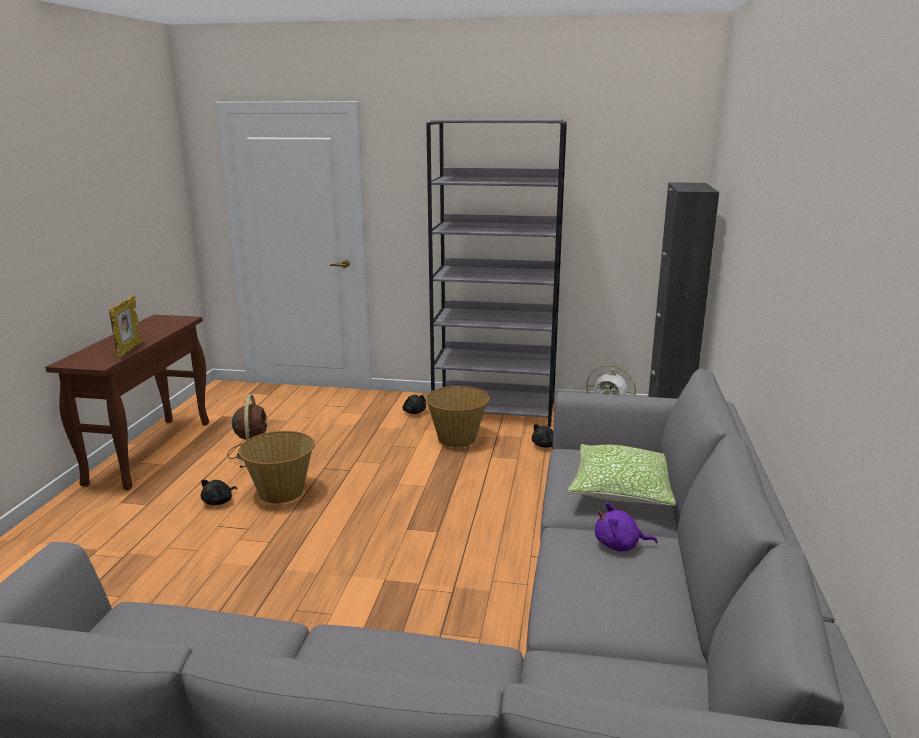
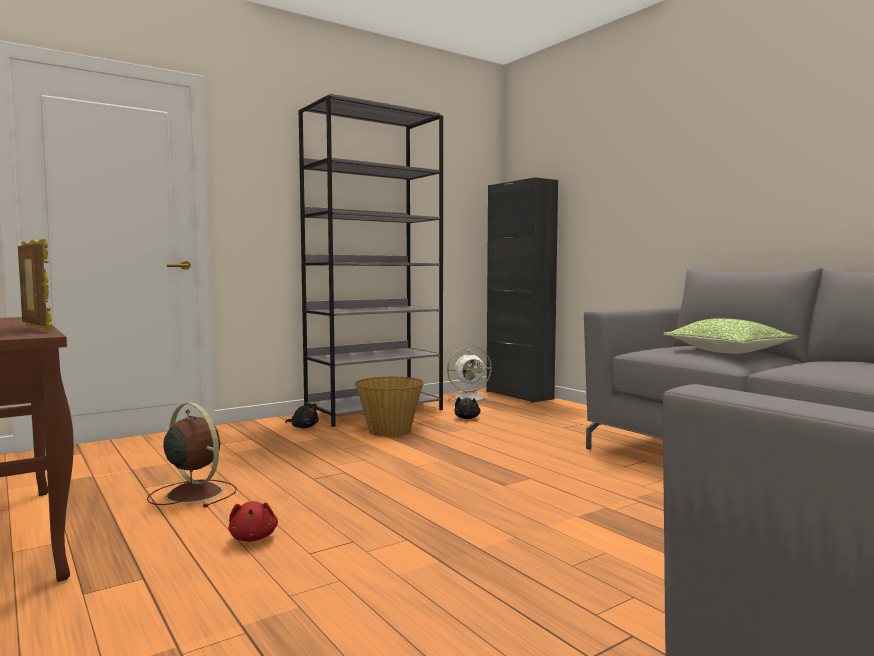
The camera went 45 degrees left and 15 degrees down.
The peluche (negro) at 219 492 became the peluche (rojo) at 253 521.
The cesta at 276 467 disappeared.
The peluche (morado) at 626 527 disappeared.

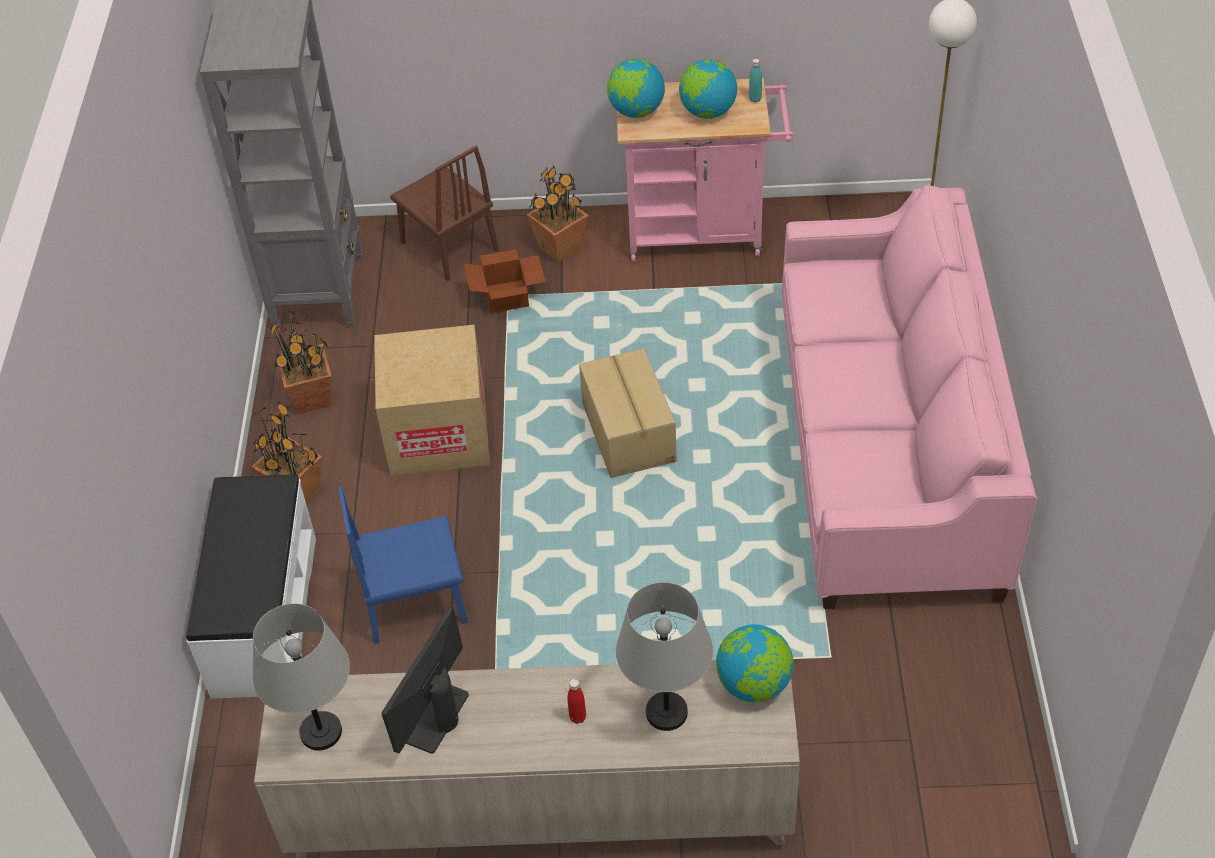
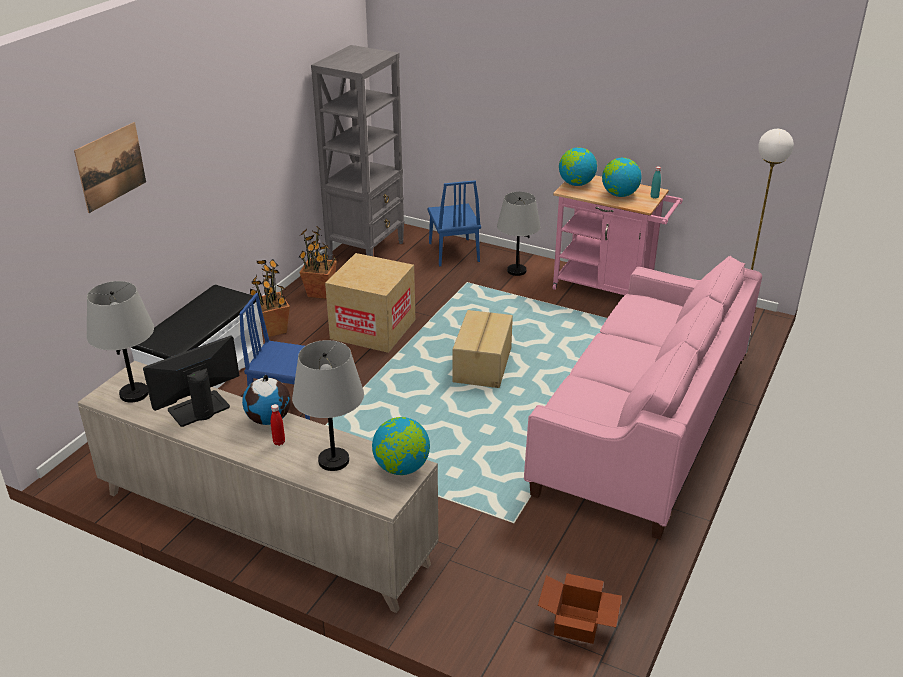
The camera went 25 degrees right and 15 degrees down.
The silla (marrón) at 444 213 became the silla (azul) at 454 223.
The caja de cartón moved from 504 281 to 580 608.
The planta en maceta at 557 214 was replaced by the lámpara de mesa (gris) at 519 234.
The cuadro at 110 167 appeared.
The globo terráqueo at 266 400 appeared.

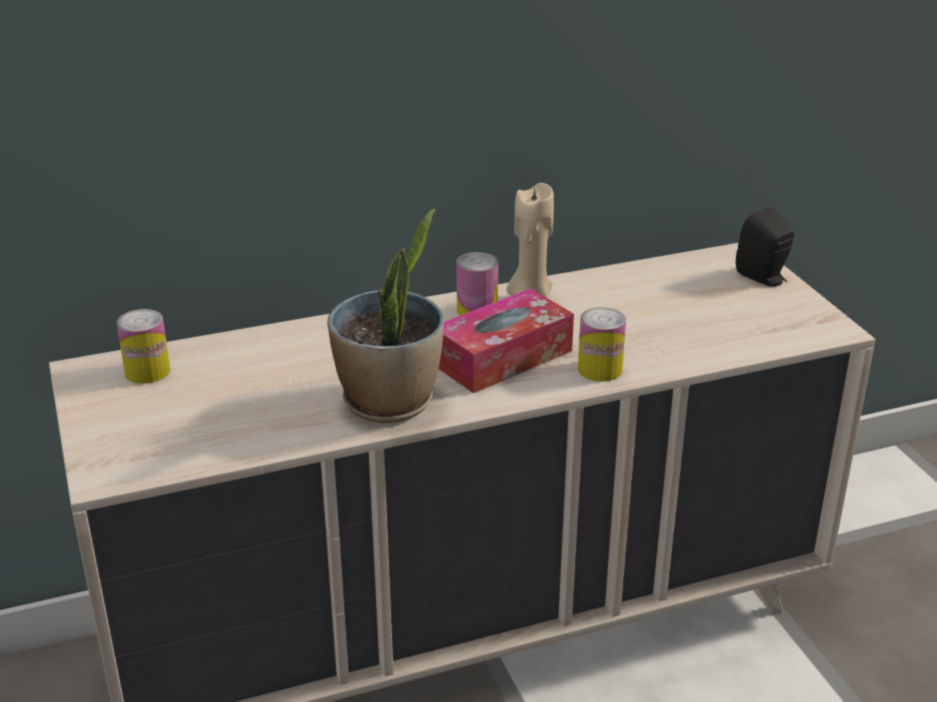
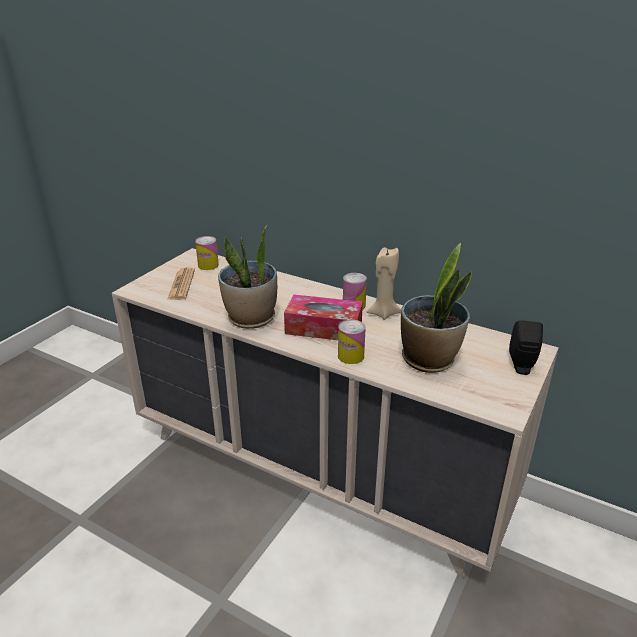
The camera went 50 degrees right and 0 degrees up.
The periódico at 181 283 appeared.
The planta en maceta at 436 308 appeared.

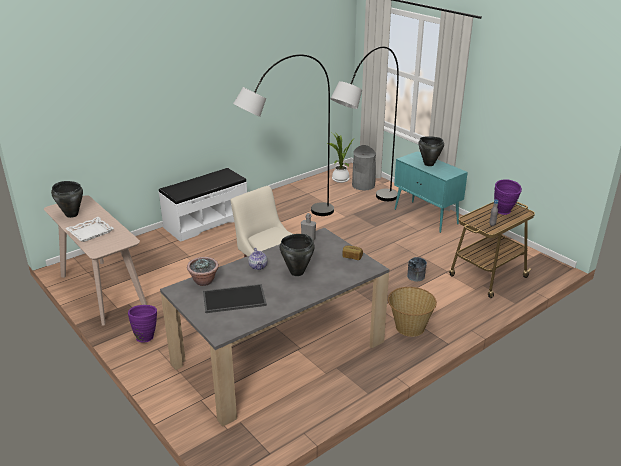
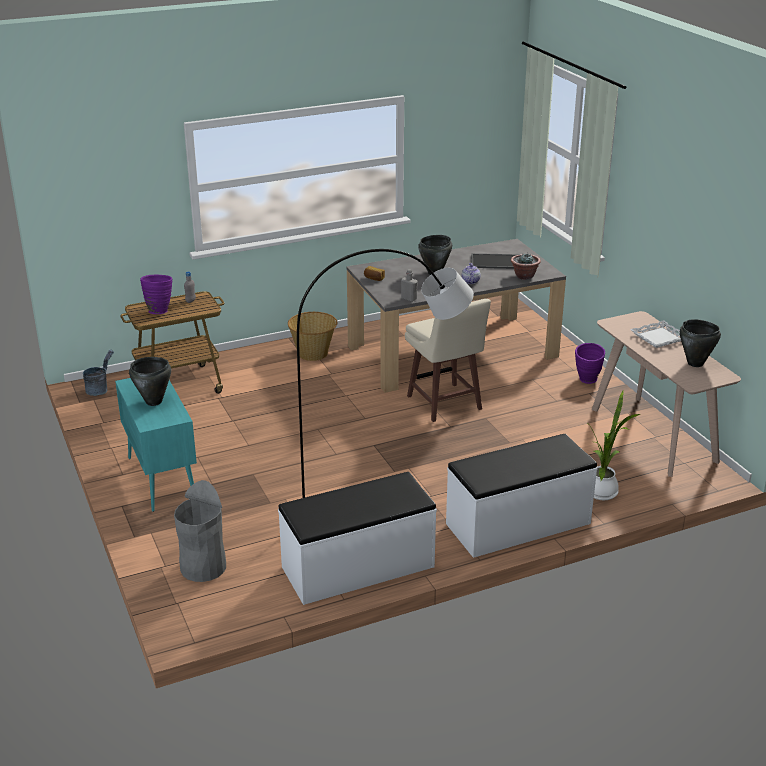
The camera went 165 degrees left and 0 degrees up.
The planta en maceta moved from 341 158 to 613 445.
The lámpara de pie (gris) at 364 123 disappeared.
The cubo (gris) moved from 417 269 to 98 372.
The banco (blanco) at 357 538 appeared.

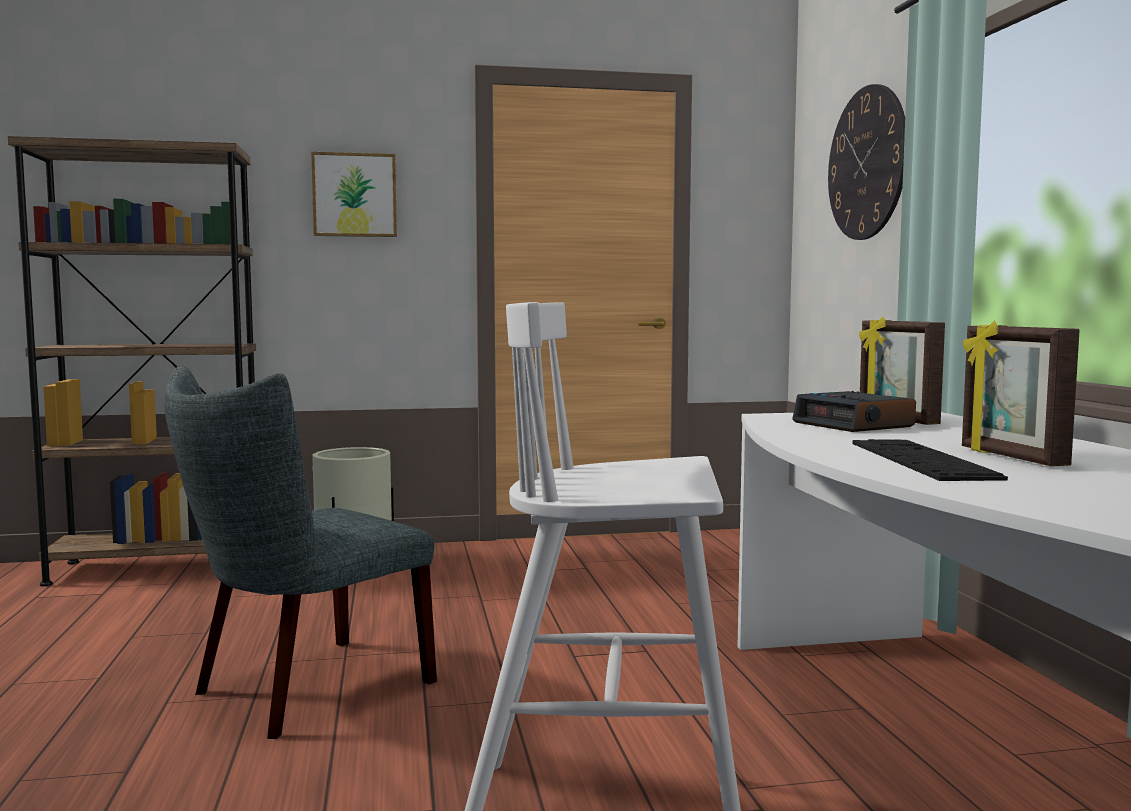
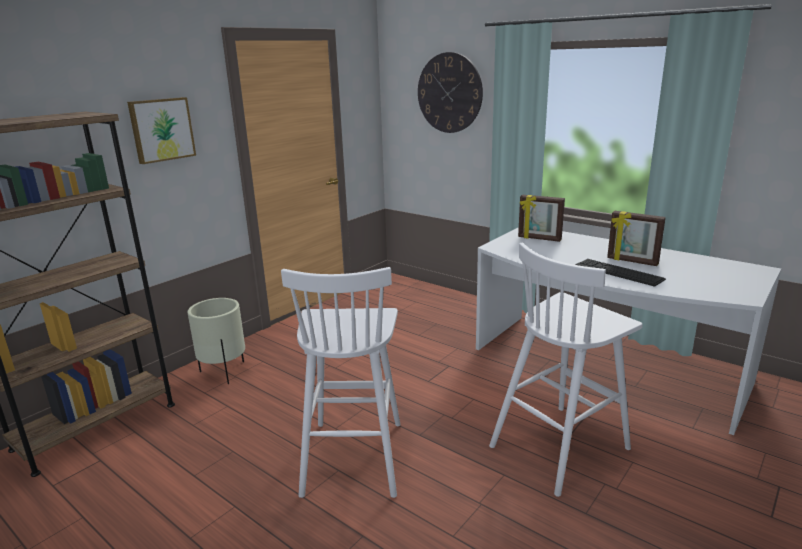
The camera went 40 degrees left and 15 degrees up.
The silla (gris) at 300 552 was replaced by the taburete (blanco) at 340 382.
The despertador at 854 411 disappeared.

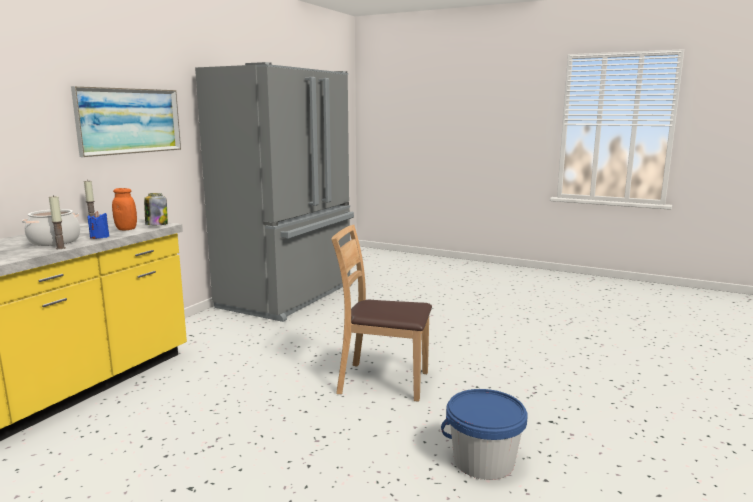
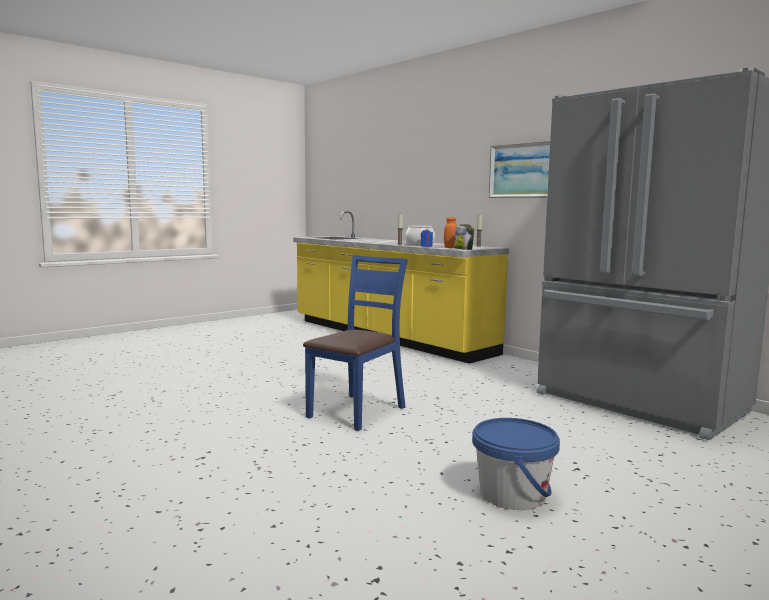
The camera went 110 degrees right and 5 degrees down.
The silla (marrón) at 381 313 became the silla (azul) at 355 343.
The cubo (azul) moved from 484 434 to 516 464.

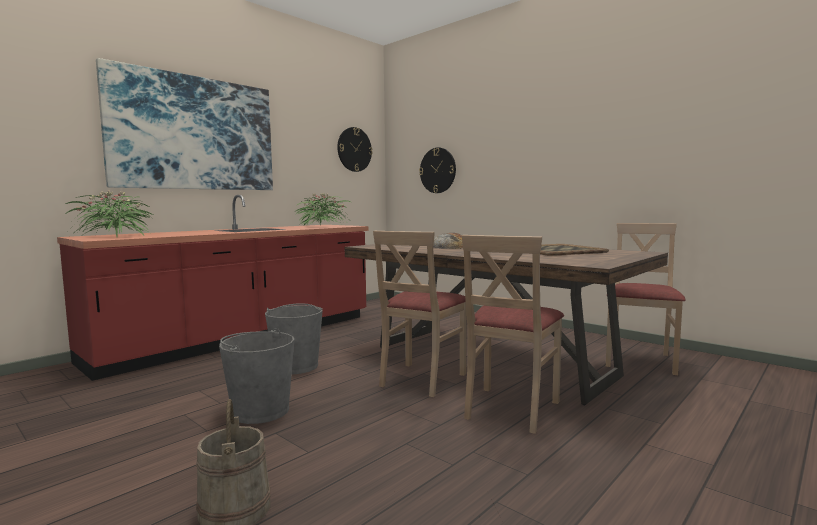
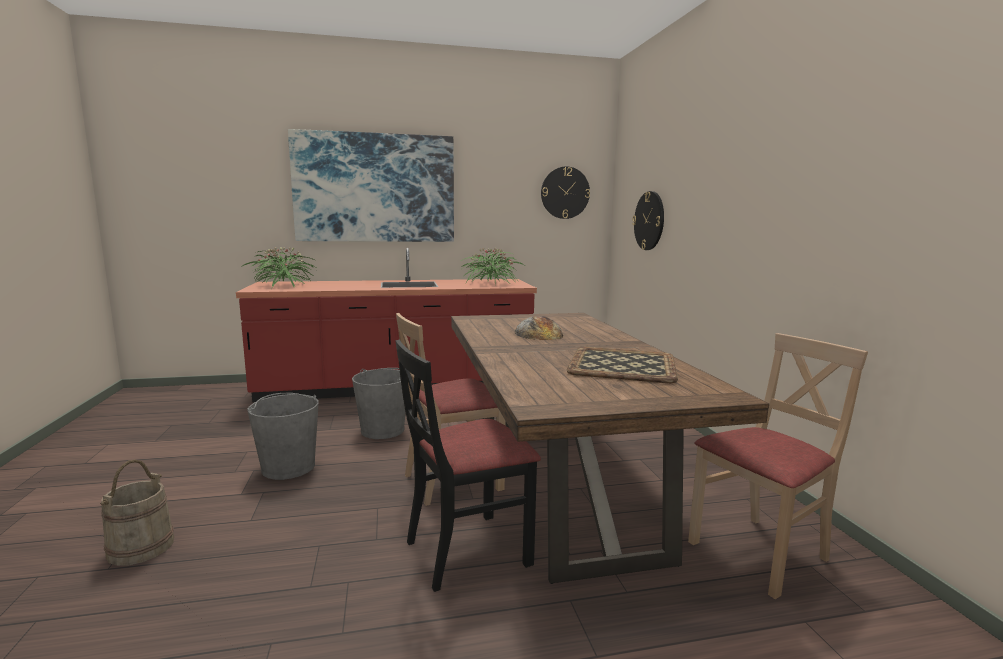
The camera went 35 degrees right and 5 degrees up.
The silla (beis) at 513 334 became the silla (negro) at 468 466.

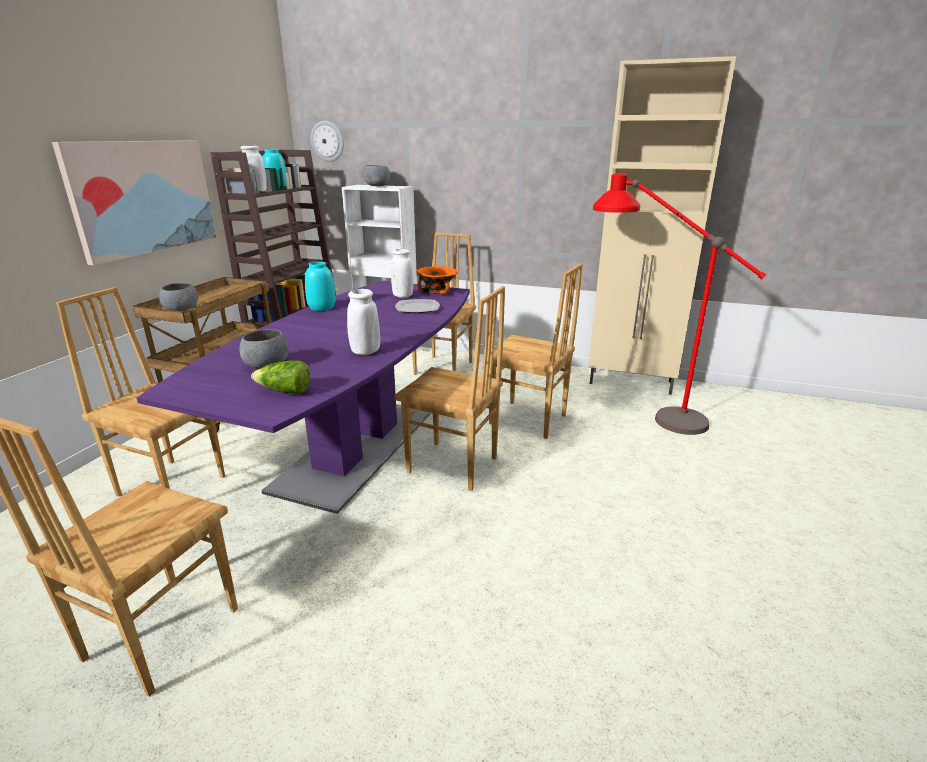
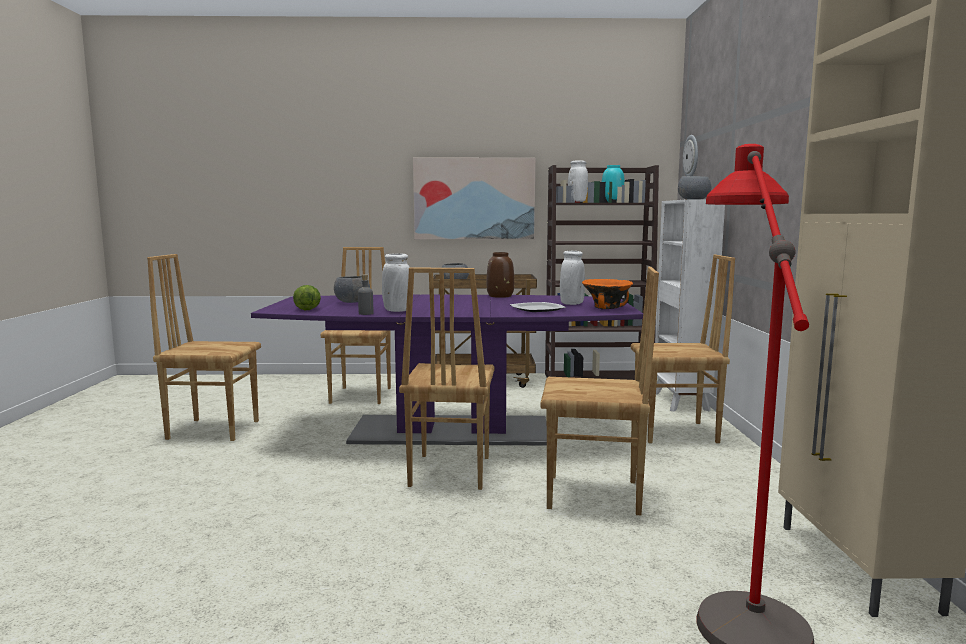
The camera went 70 degrees right and 15 degrees down.
The florero (turquesa) at 320 286 became the florero (marrón) at 500 275.
The silla (marrón) at 536 351 turned 90 degrees counterclockwise.
The botella (gris) at 365 295 appeared.

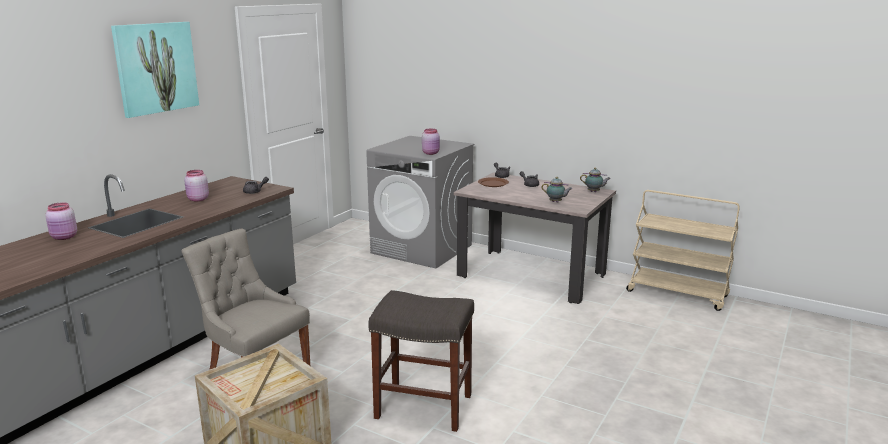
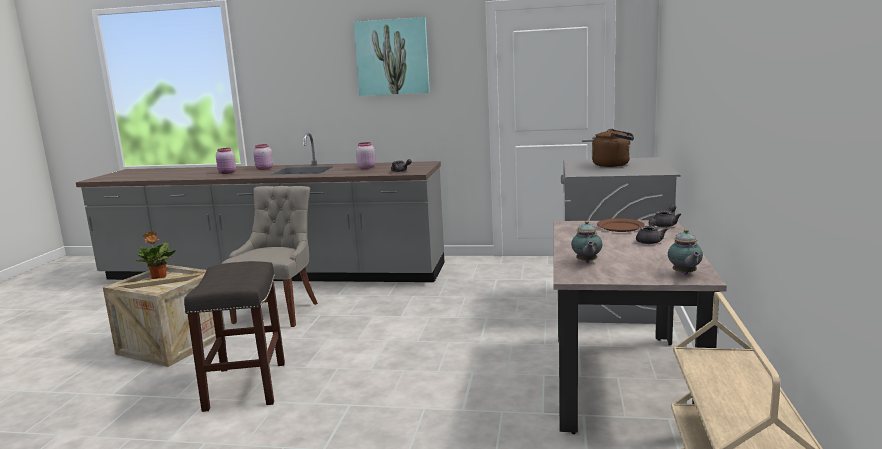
The camera went 70 degrees right and 5 degrees down.
The tarro (rosa) moved from 431 142 to 226 161.
The planta en maceta at 155 255 appeared.
The hervidor (marrón) at 613 148 appeared.

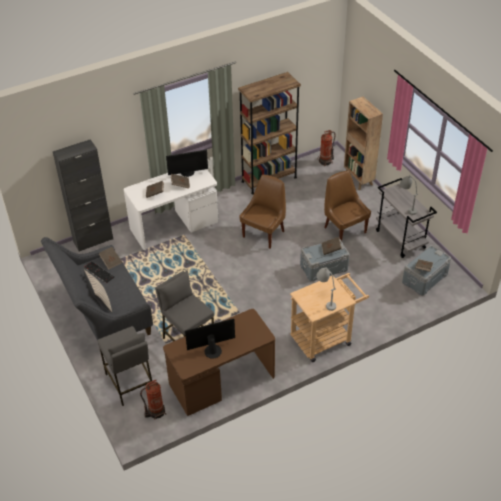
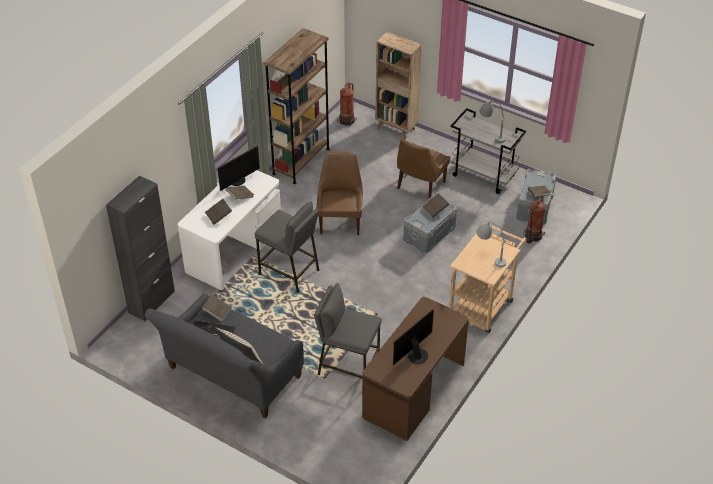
The camera went 30 degrees left and 0 degrees up.
The taburete (gris) moved from 124 366 to 286 246.
The extintor moved from 153 399 to 534 219.
The silla (marrón) at 347 206 turned 90 degrees counterclockwise.

